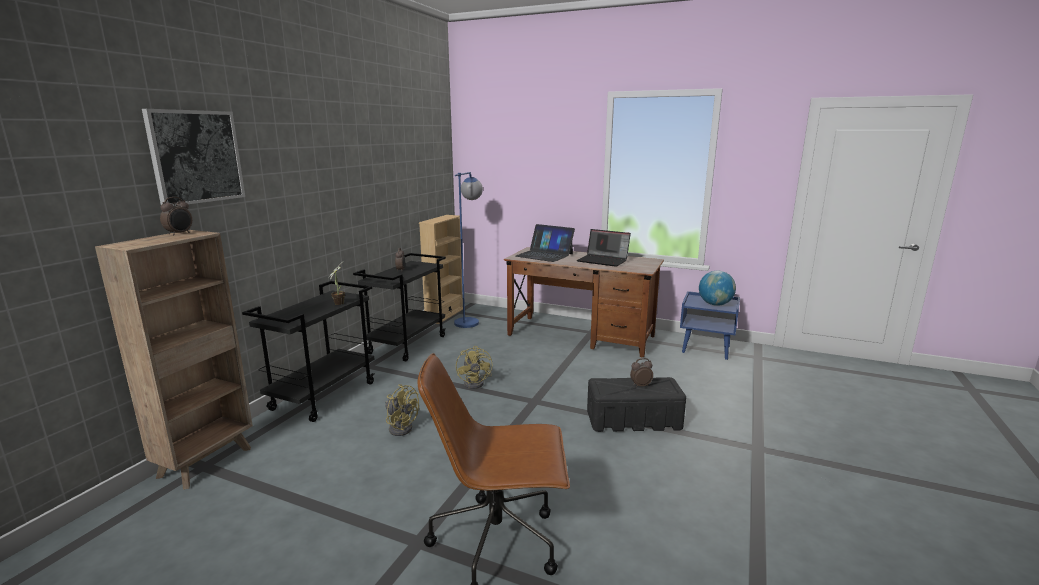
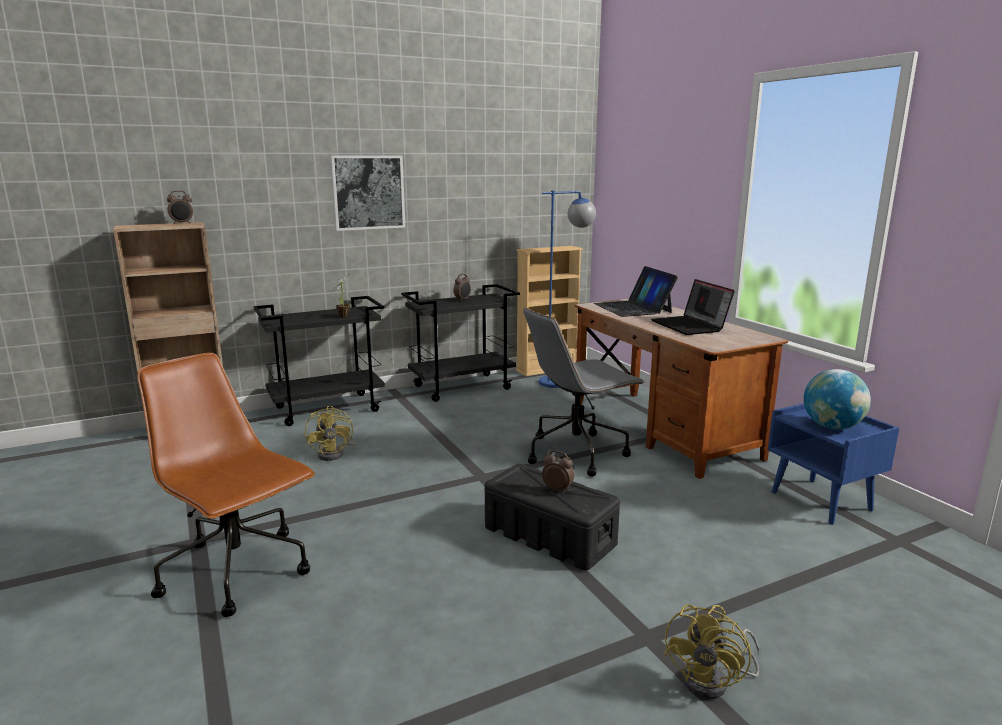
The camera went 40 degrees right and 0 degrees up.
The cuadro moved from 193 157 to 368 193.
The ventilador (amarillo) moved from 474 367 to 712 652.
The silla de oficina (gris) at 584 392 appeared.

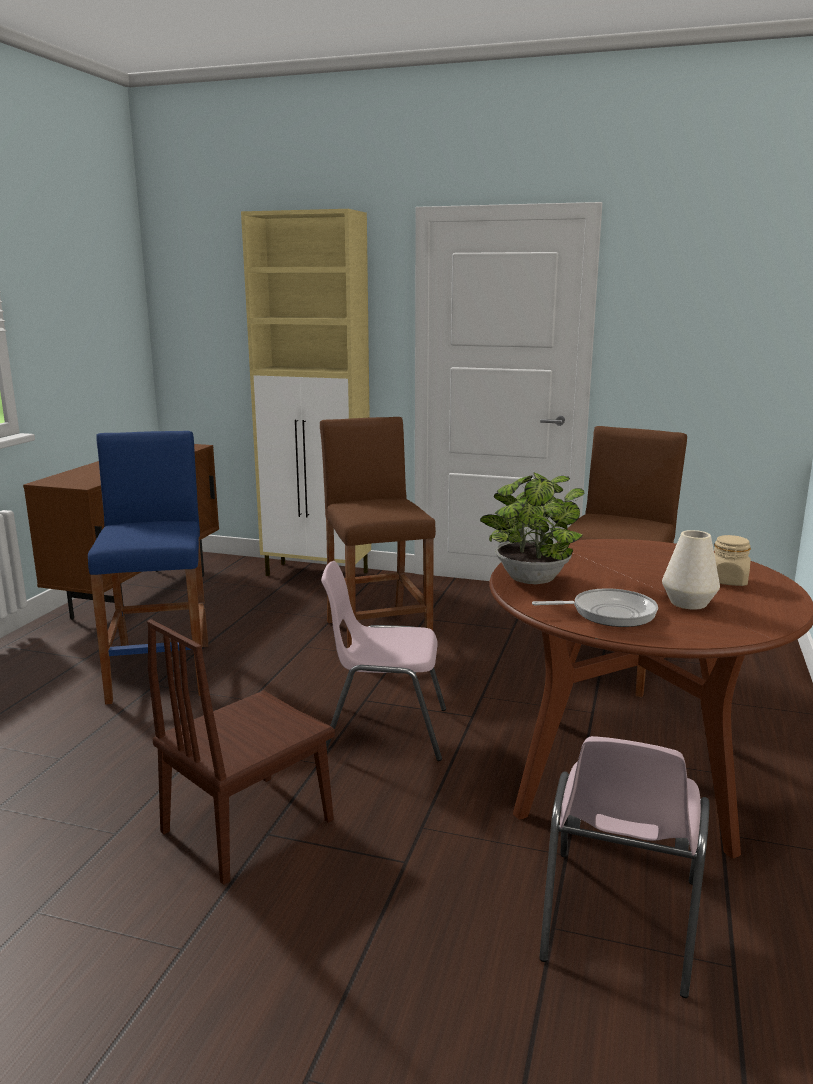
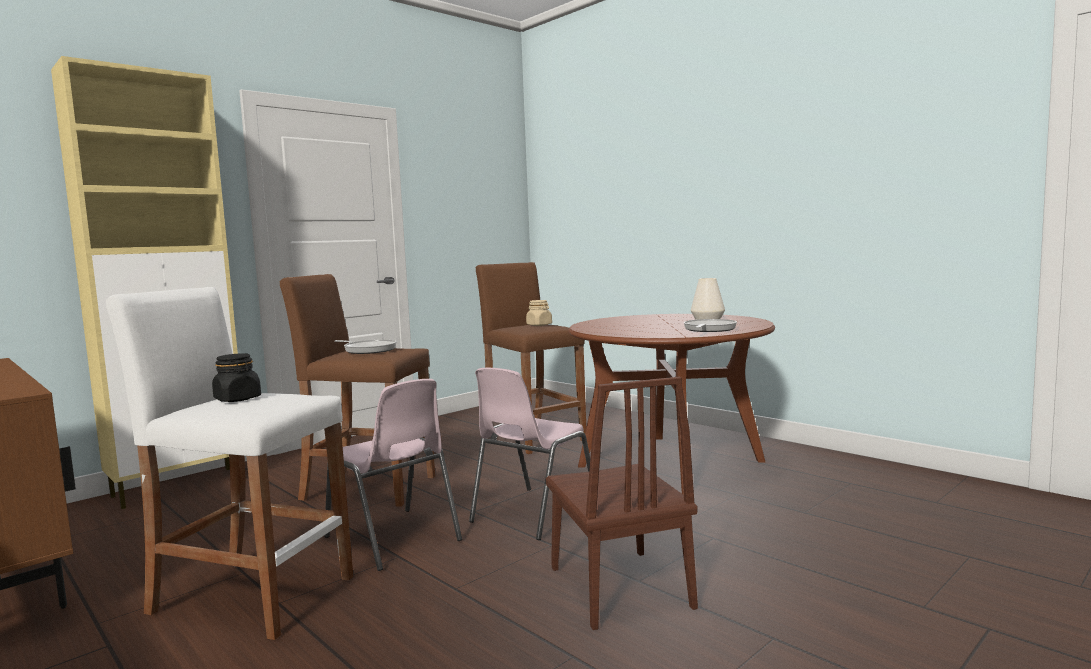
The camera went 60 degrees left and 10 degrees down.
The taburete (azul) at 148 567 became the taburete (blanco) at 229 463.
The planta en maceta at 532 528 disappeared.
The silla (rosa) moved from 624 867 to 393 475.
The tarro (beis) moved from 732 560 to 539 313.
The tarro (negro) at 236 377 appeared.
The sartén at 365 347 appeared.

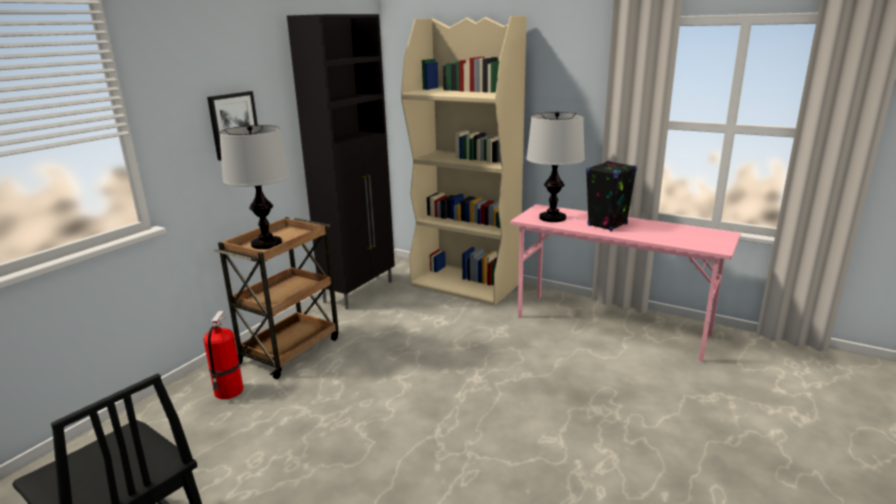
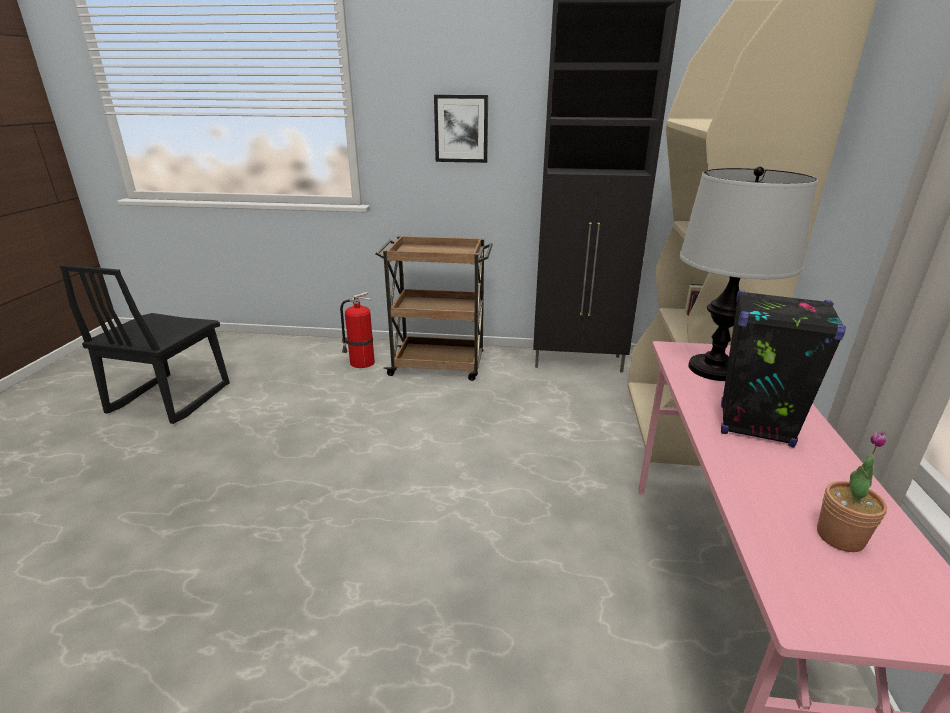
The camera went 65 degrees right and 5 degrees up.
The lámpara de mesa at 254 187 disappeared.
The planta en maceta at 852 491 appeared.

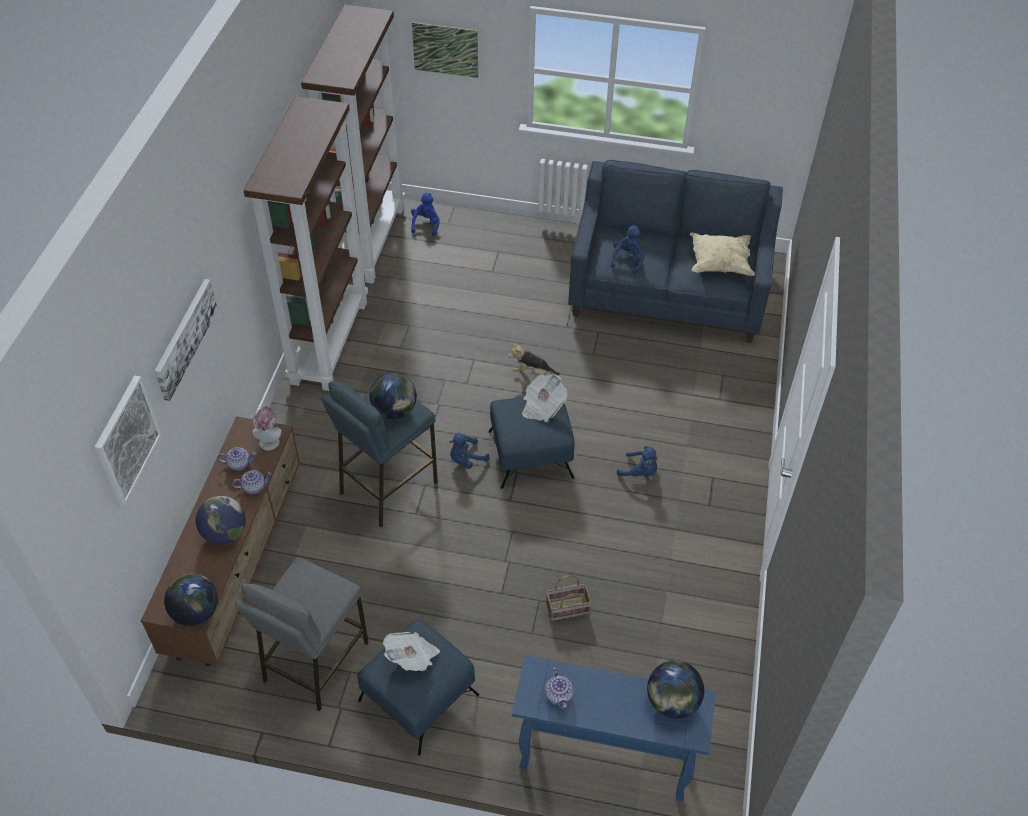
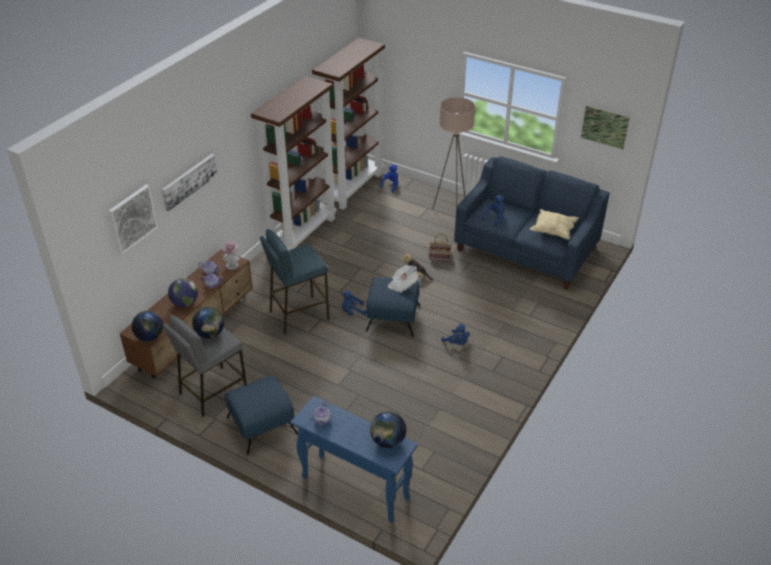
The camera went 20 degrees right and 10 degrees down.
The globo terráqueo moved from 393 395 to 208 323.
The periódico at 411 651 disappeared.
The cuadro moved from 445 50 to 605 127.
The cesta moved from 569 598 to 440 247.
The lámpara de pie (beis) at 453 153 appeared.

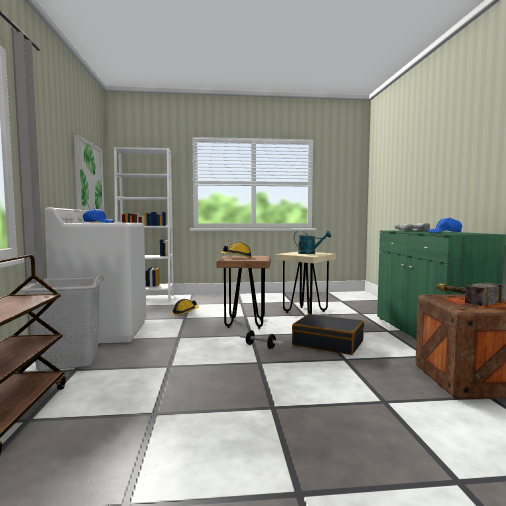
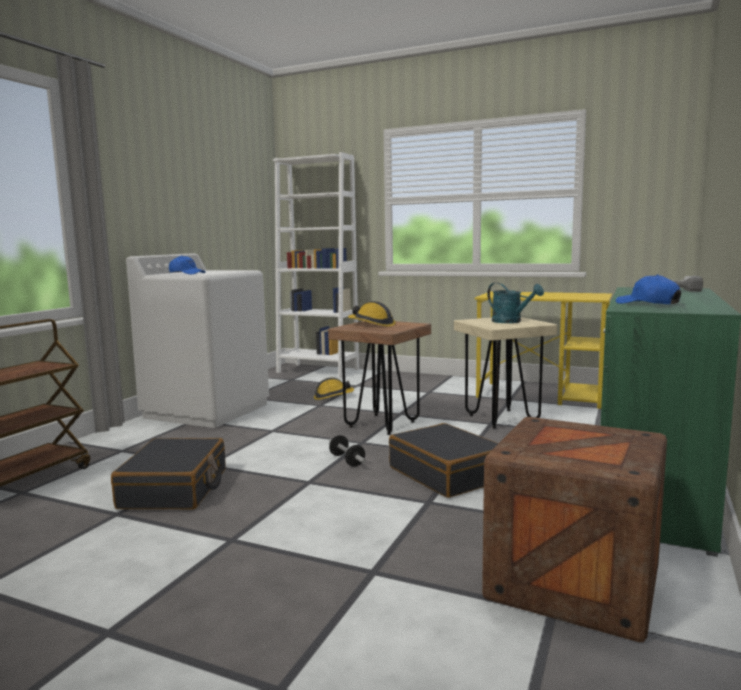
The camera went 30 degrees right and 5 degrees up.
The cesto de la ropa (gris) at 61 323 disappeared.
The cuadro at 89 174 disappeared.
The martillo at 469 294 disappeared.
The maleta (negro) at 168 474 appeared.
The escritorio (amarillo) at 543 350 appeared.

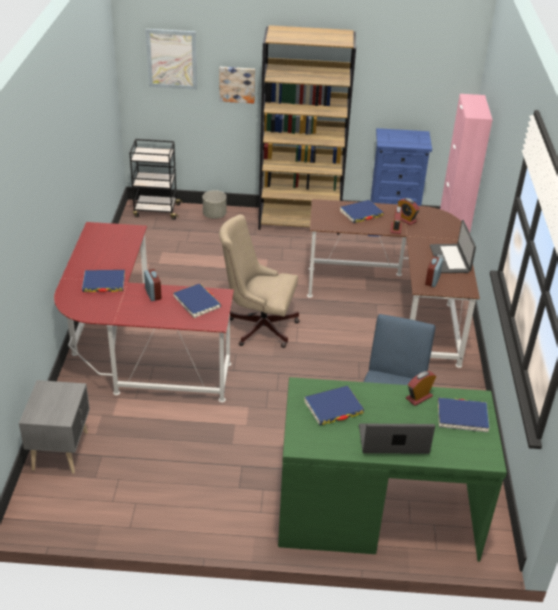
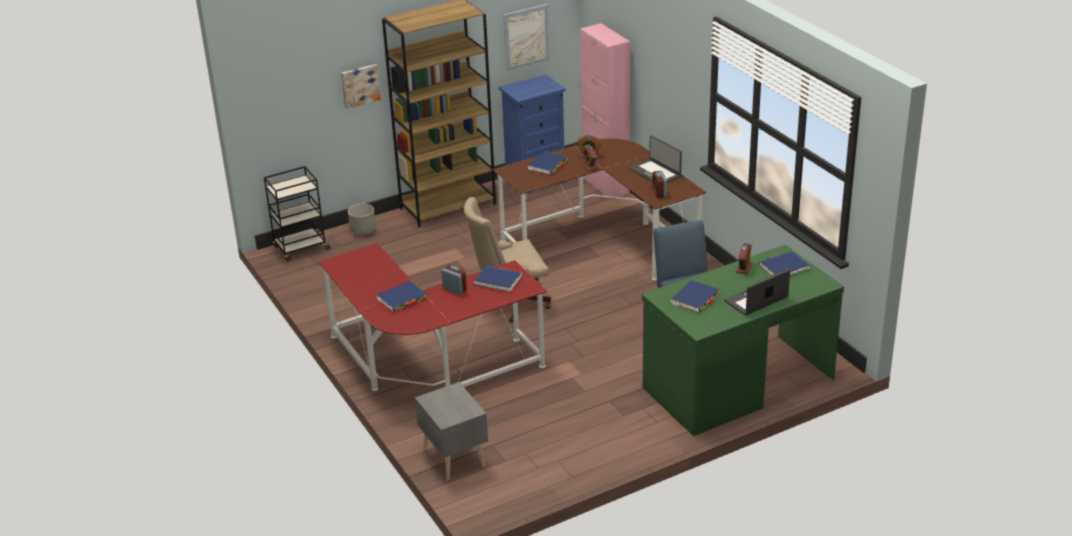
The camera went 30 degrees left and 5 degrees down.
The cuadro moved from 171 59 to 526 37.

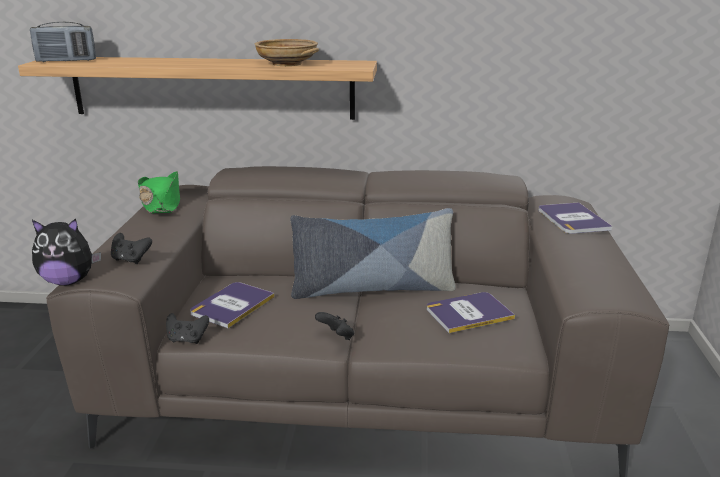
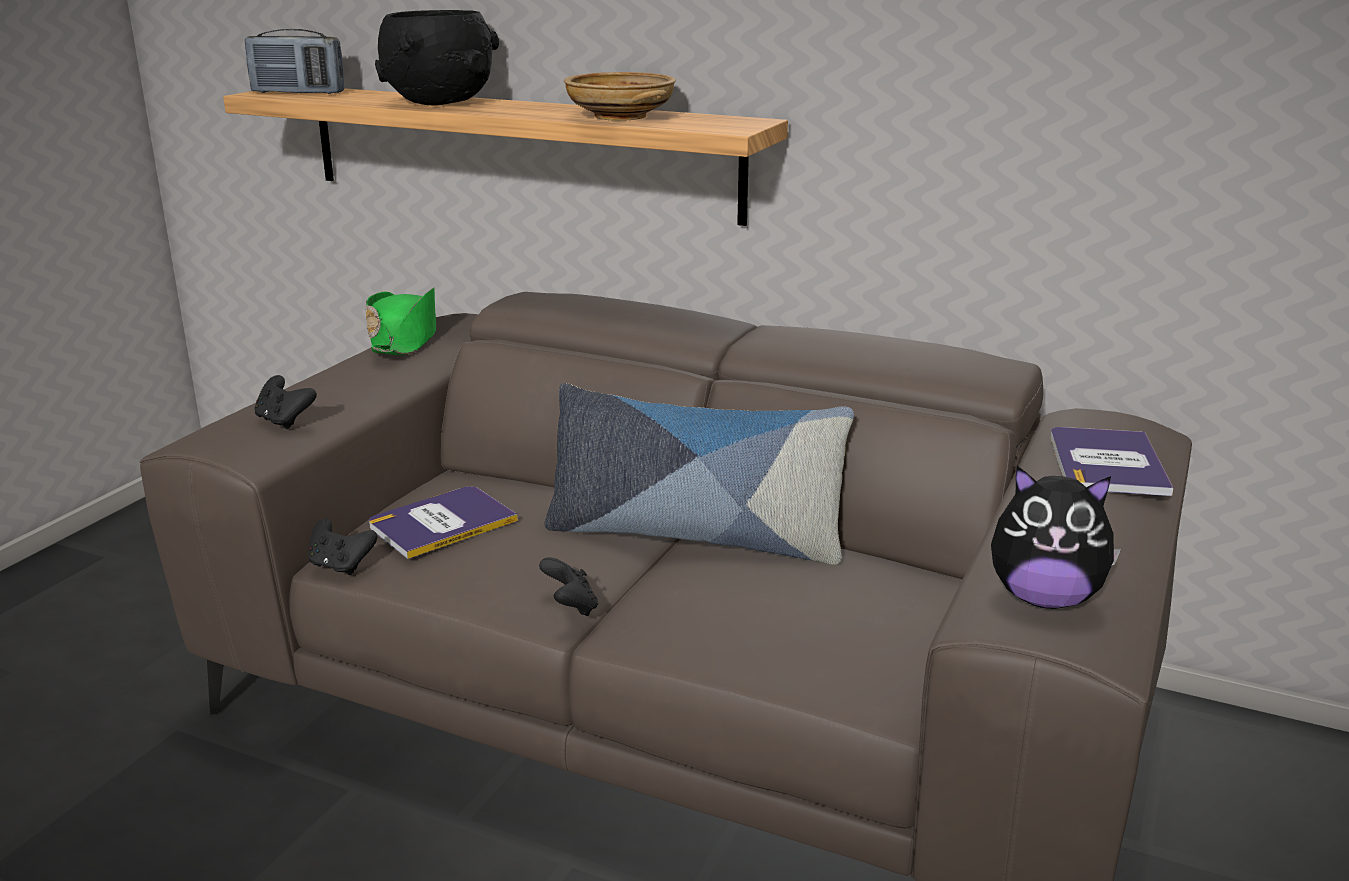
The camera went 20 degrees right and 0 degrees up.
The peluche moved from 66 252 to 1056 537.
The libro at 471 312 disappeared.
The cuenco (negro) at 437 58 appeared.

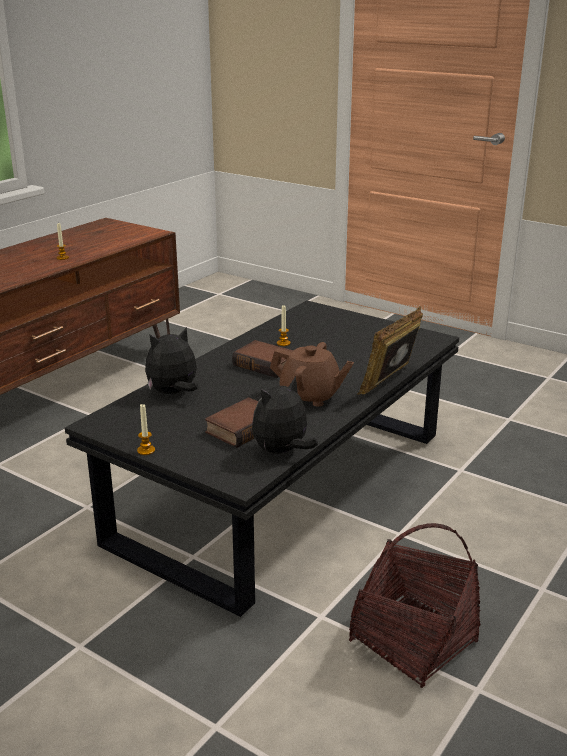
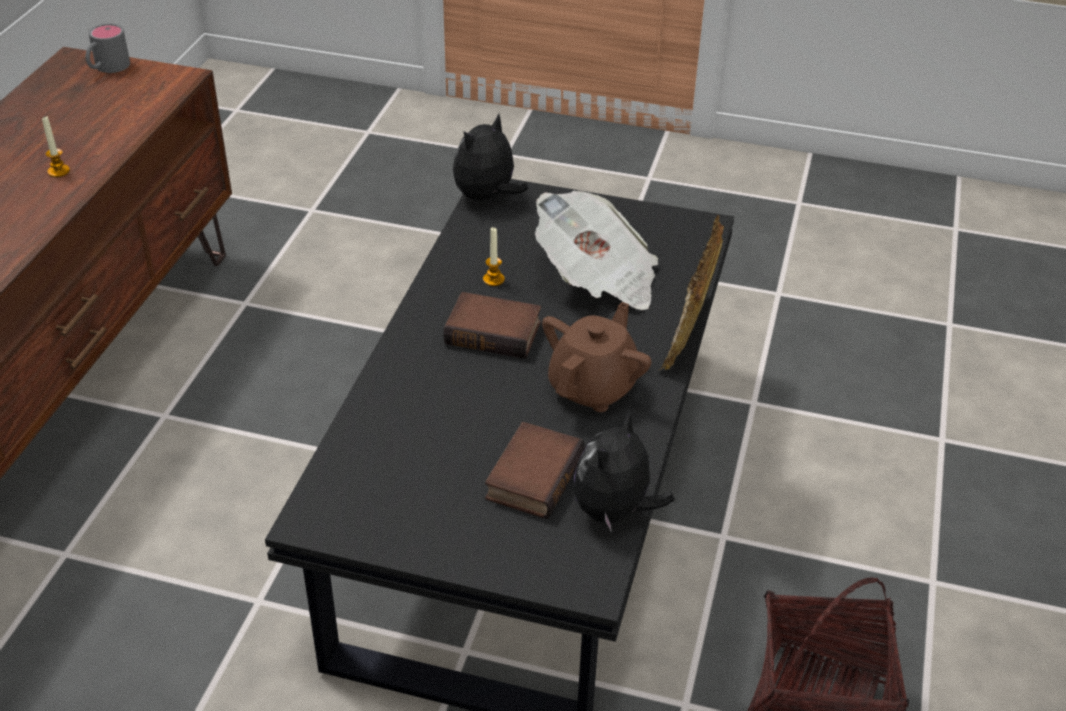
The camera went 20 degrees left and 15 degrees up.
The vela at 146 429 disappeared.
The peluche moved from 171 360 to 490 156.
The tetera (marrón) at 312 374 turned 60 degrees counterclockwise.
The taza grande (gris) at 107 48 appeared.
The periódico at 596 250 appeared.

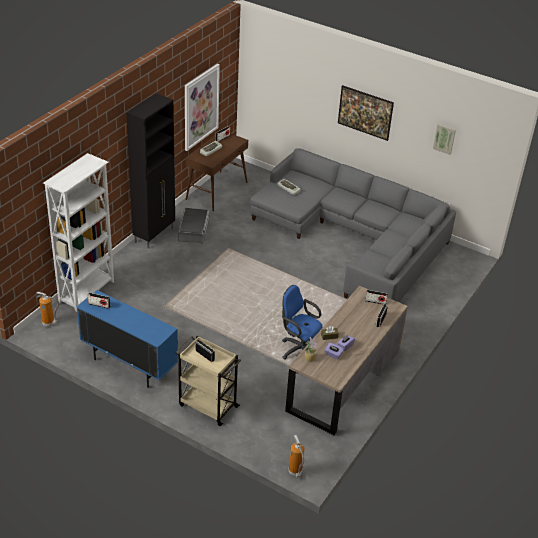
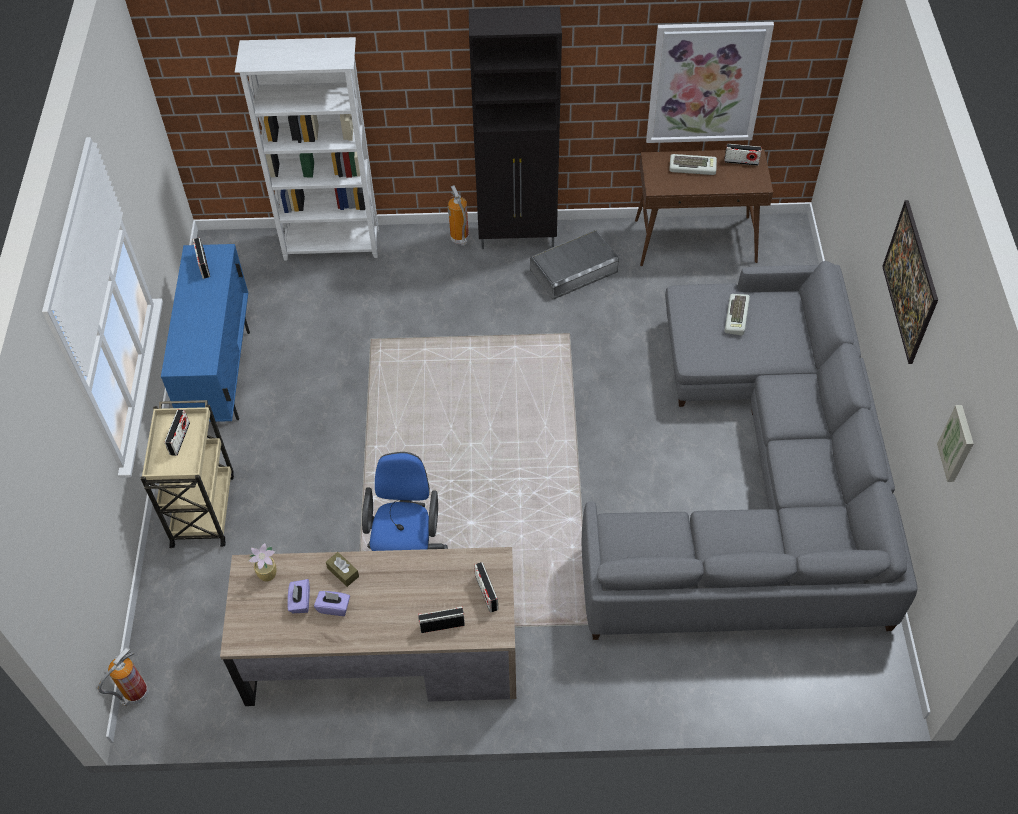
The camera went 60 degrees right and 15 degrees up.
The extintor moved from 47 309 to 458 215.

